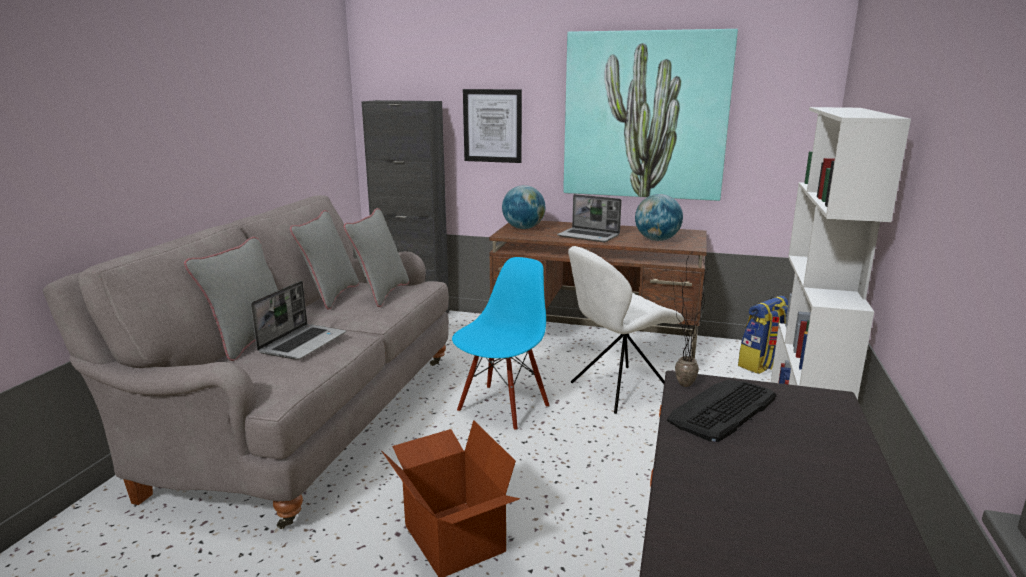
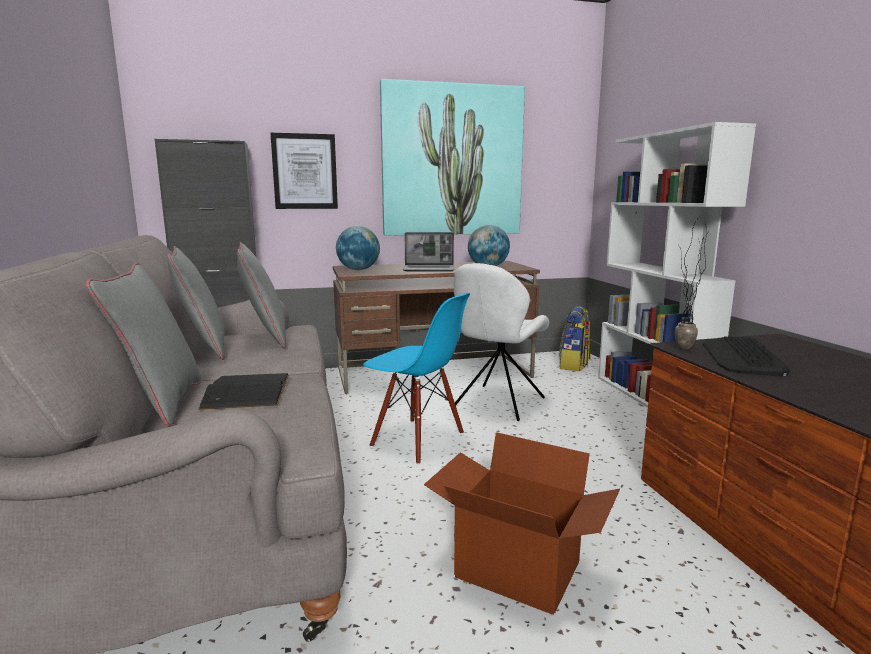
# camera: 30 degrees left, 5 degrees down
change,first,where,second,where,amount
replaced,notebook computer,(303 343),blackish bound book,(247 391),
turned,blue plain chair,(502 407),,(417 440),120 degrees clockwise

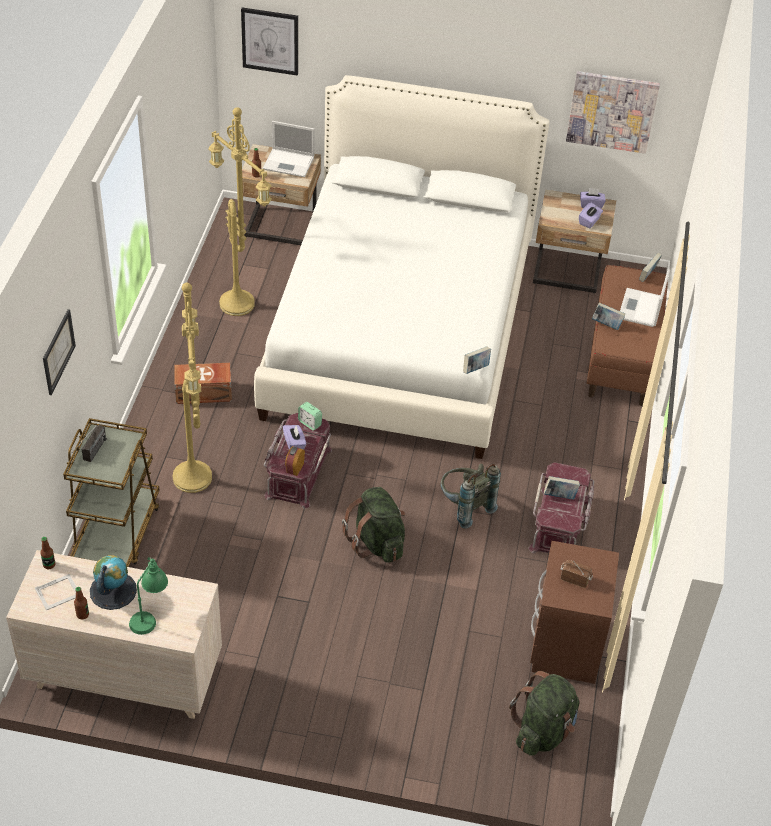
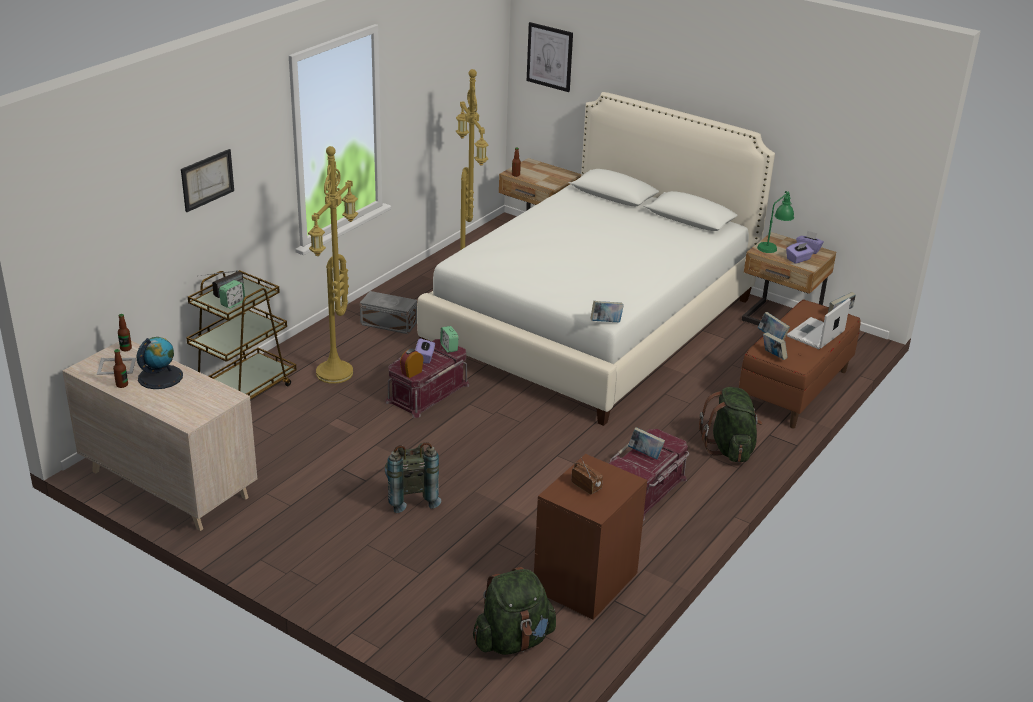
# camera: 25 degrees right, 15 degrees down
change,first,where,second,where,amount
added,,,table clock,(233 303),
recoloured,brownish storage box,(204 393),gray storage box,(389 324),
moved,gray rucksack,(464 507),,(410 497),
moved,green-coloured rucksack,(377 542),,(729 449),
moved,green-coloured lamp for a table,(149 615),,(773 246),
added,,,bound book,(773 356),
removed,notebook computer,(289 163),,,
removed,wall picture,(612 111),,,

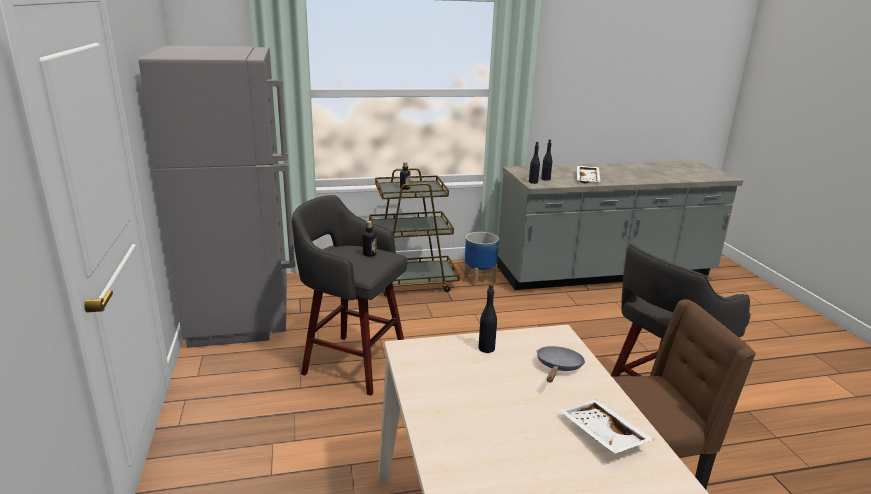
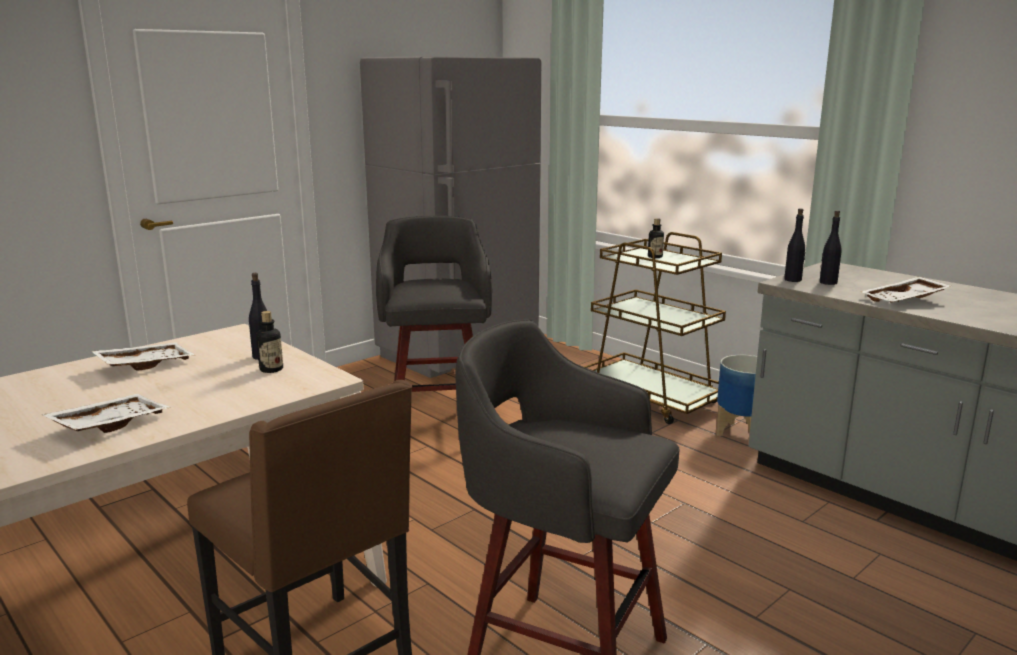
# camera: 60 degrees right, 5 degrees down
change,first,where,second,where,amount
added,,,whitish serving tray,(145 364),
moved,beverage bottle,(369 254),,(271 369),
removed,gray pan,(558 367),,,

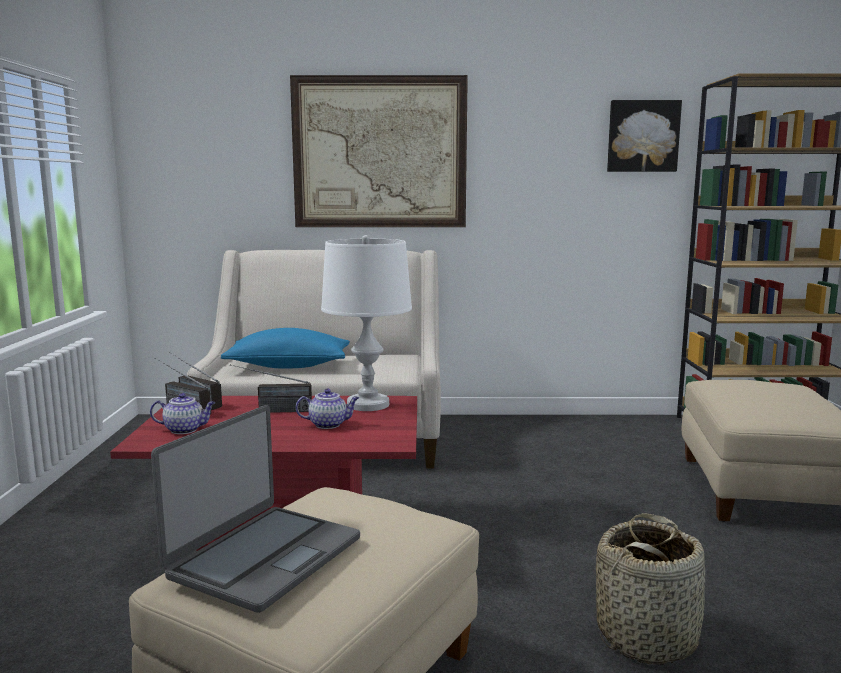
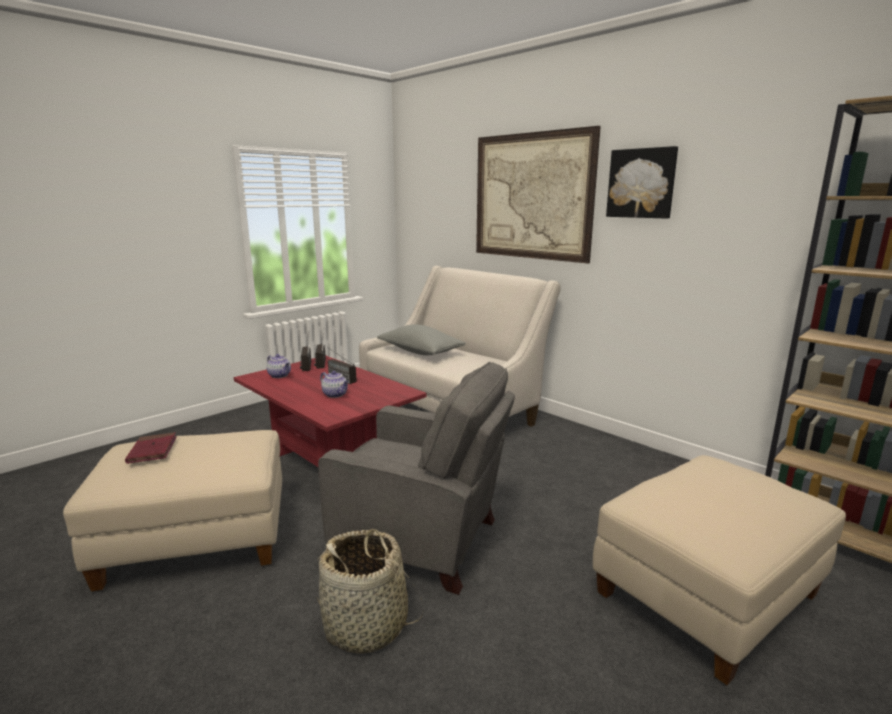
# camera: 45 degrees right, 5 degrees up
change,first,where,second,where,amount
replaced,notebook computer,(264 557),reddish bound book,(152 450),
added,,,gray easy chair,(422 541),
recoloured,blue throw pillow,(288 366),gray throw pillow,(420 352),
moved,wall picture,(642 136),,(641 183),
removed,whitish lamp for a table,(367 404),,,

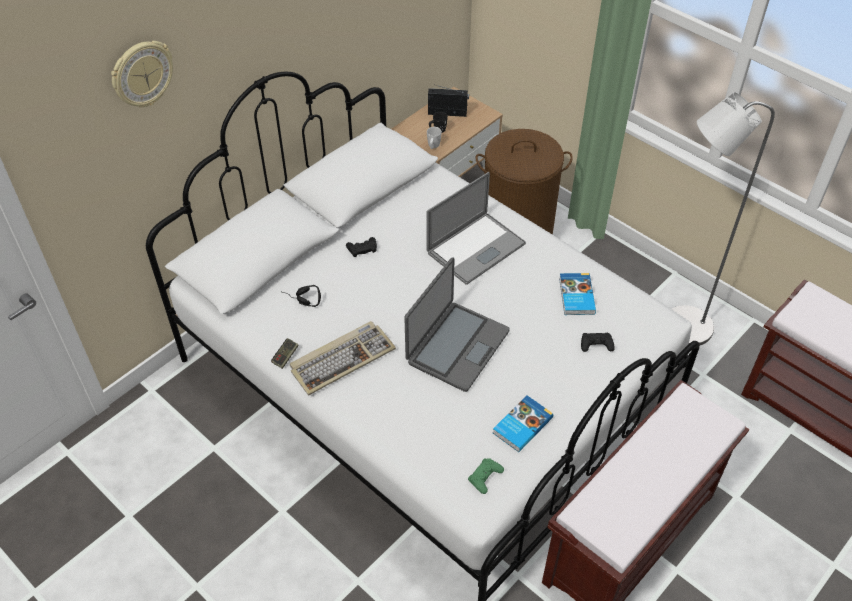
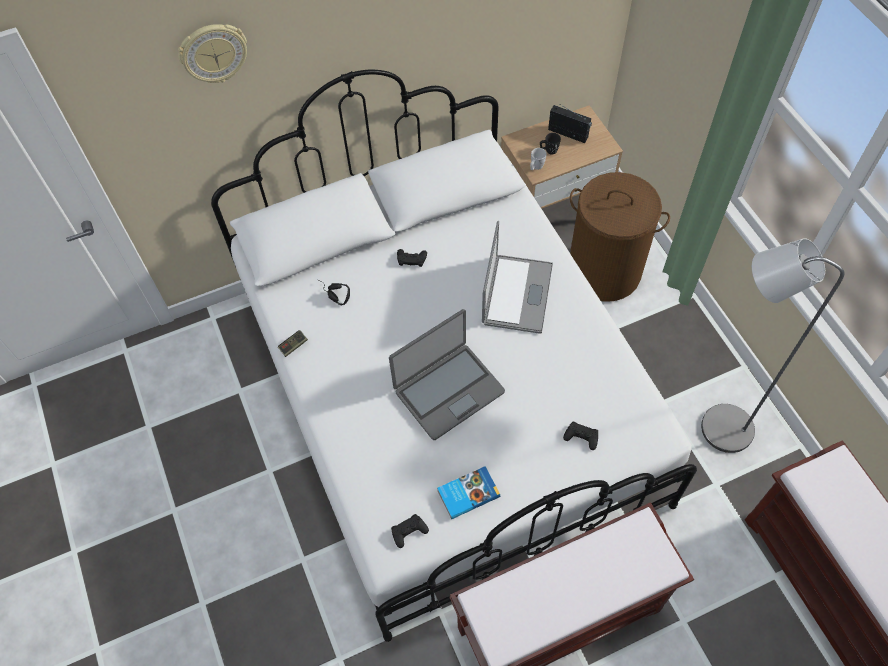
# camera: 25 degrees right, 10 degrees up
change,first,where,second,where,amount
recoloured,green-coloured joypad,(485 477),blackish joypad,(409 531),
turned,notebook computer,(476 248),,(517 294),60 degrees counterclockwise
removed,PC keyboard,(342 359),,,
removed,bound book,(575 296),,,

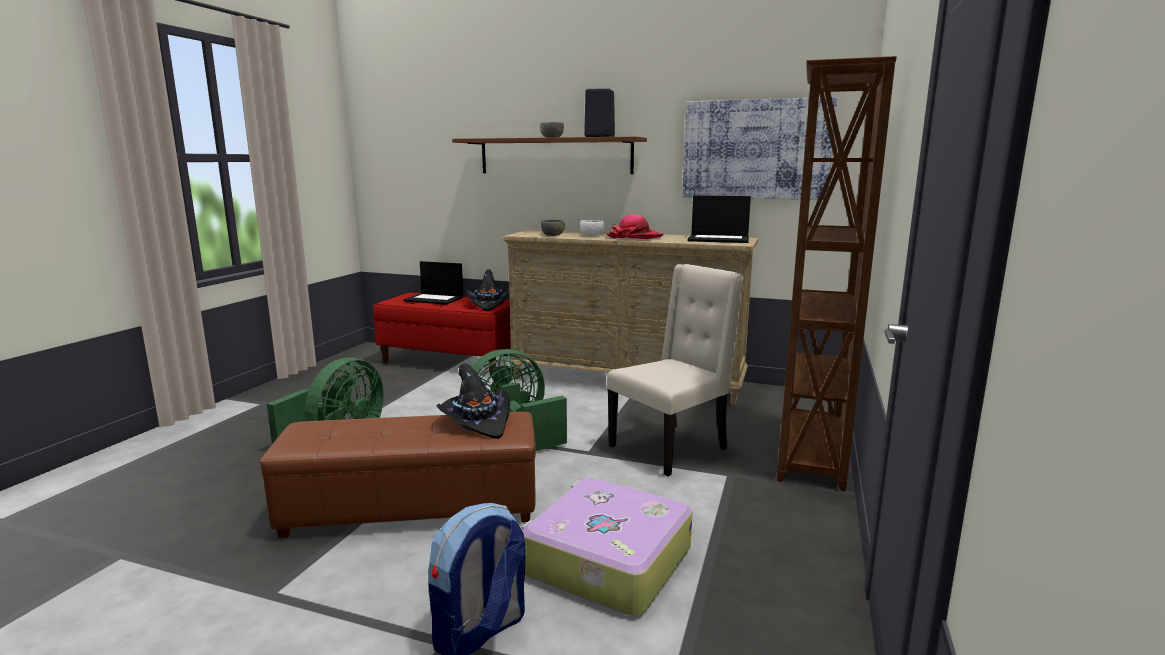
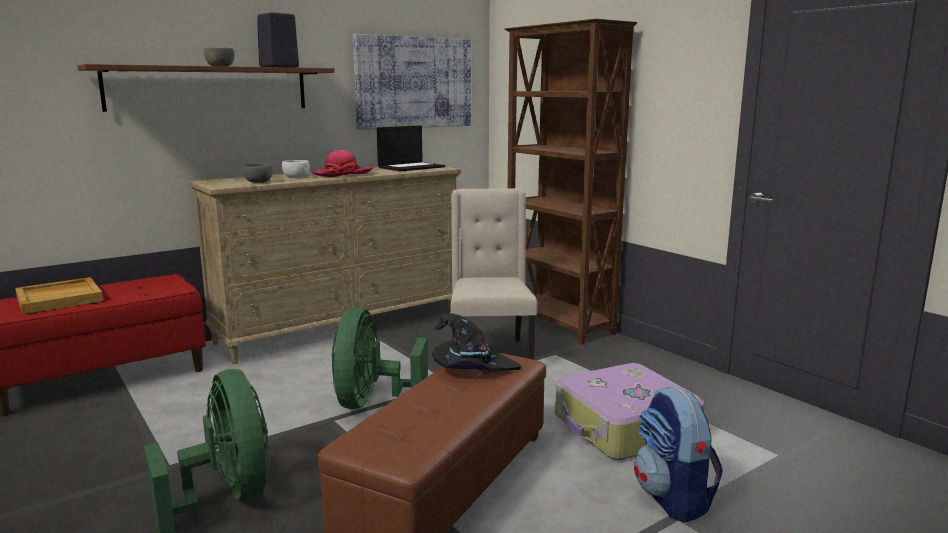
# camera: 55 degrees left, 0 degrees up
change,first,where,second,where,amount
replaced,notebook computer,(435 299),beige-coloured serving tray,(60 298),
removed,blackish clothing hat,(489 304),,,

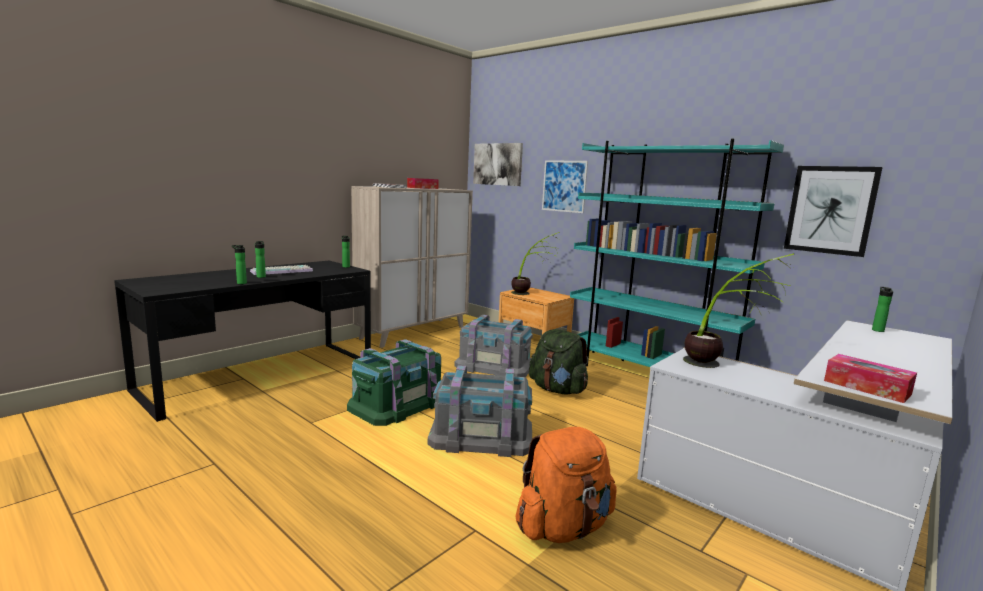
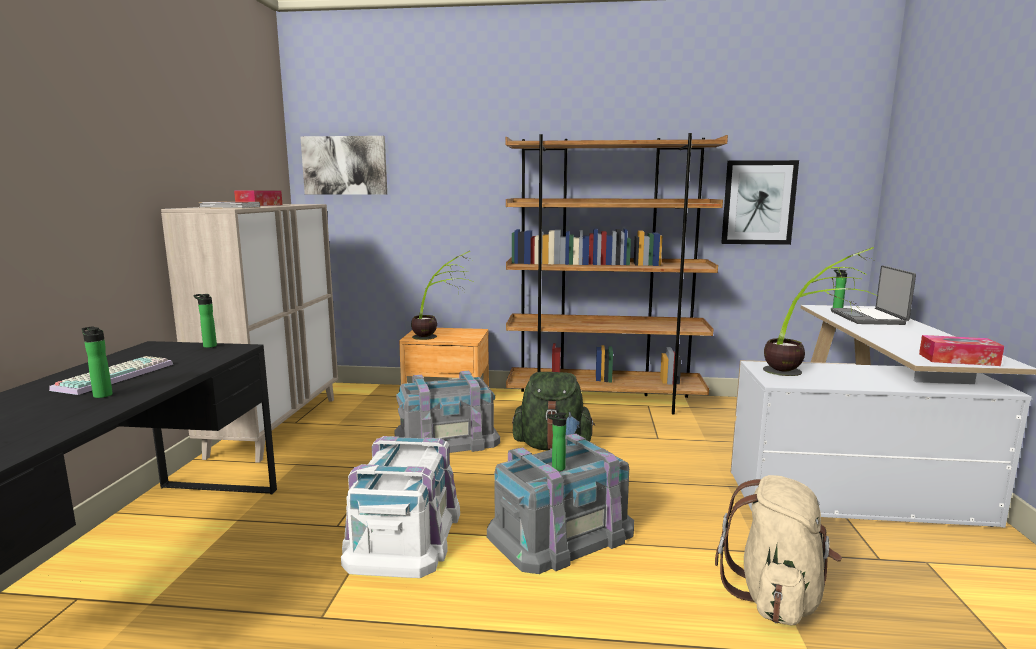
# camera: 35 degrees left, 0 degrees up
change,first,where,second,where,amount
recoloured,green-coloured storage box,(397 403),whitish storage box,(404 534),
recoloured,turquoise shelving unit,(647 375),brownish shelving unit,(604 402),
moved,beverage bottle,(240 283),,(556 468),
recoloured,orange rucksack,(563 527),beige-coloured rucksack,(776 596),
added,,,notebook computer,(869 318),
removed,wall picture,(564 186),,,

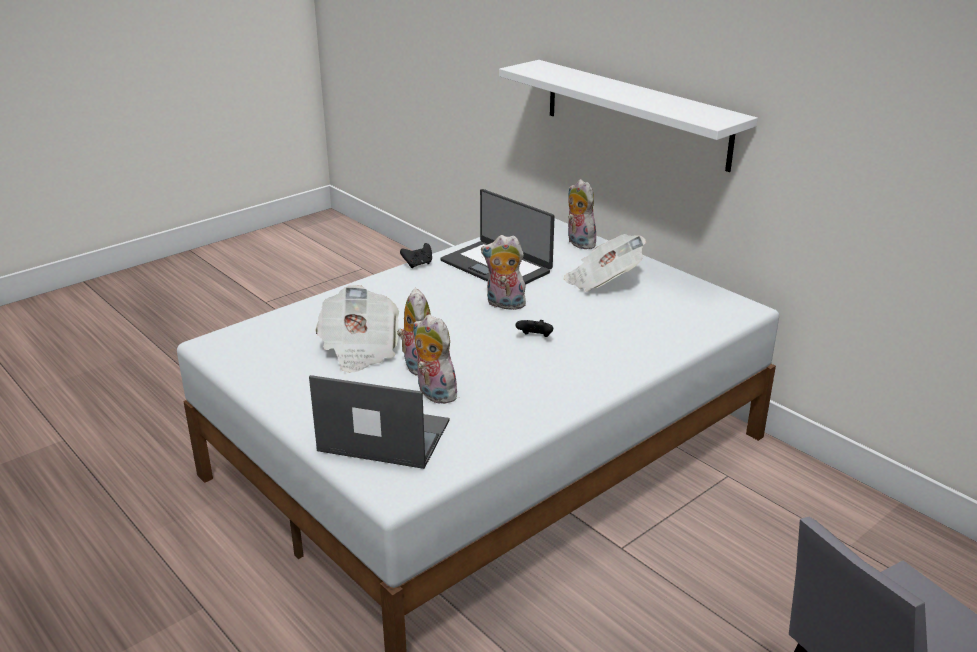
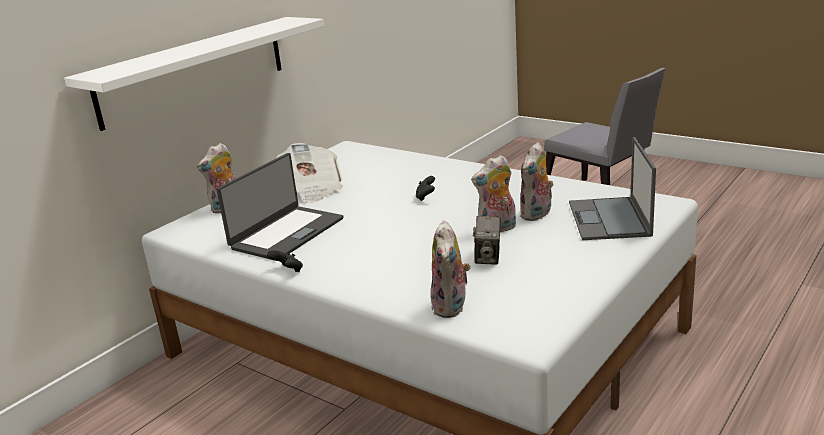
# camera: 100 degrees left, 5 degrees down
change,first,where,second,where,amount
moved,cuddly toy,(504 305),,(452 307),
replaced,daily paper,(359 349),still camera,(488 258),

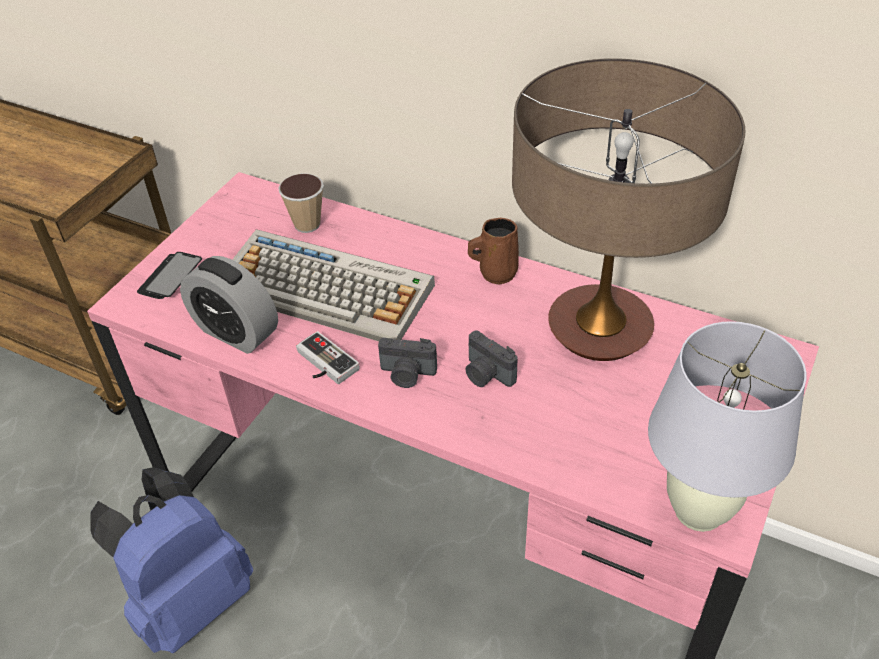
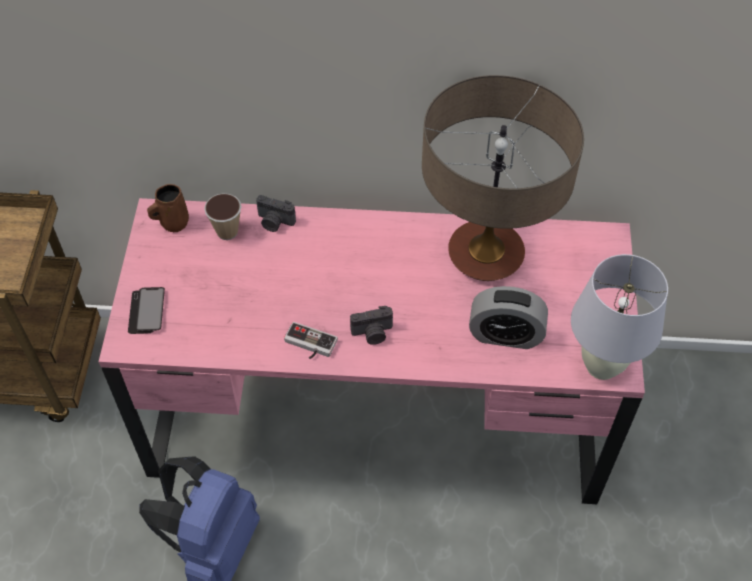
# camera: 25 degrees left, 10 degrees up
change,first,where,second,where,amount
moved,brownish tea mug,(495 273),,(173 223),
moved,still camera,(486 375),,(274 222),
moved,table clock,(236 332),,(505 335),
removed,PC keyboard,(326 289),,,

